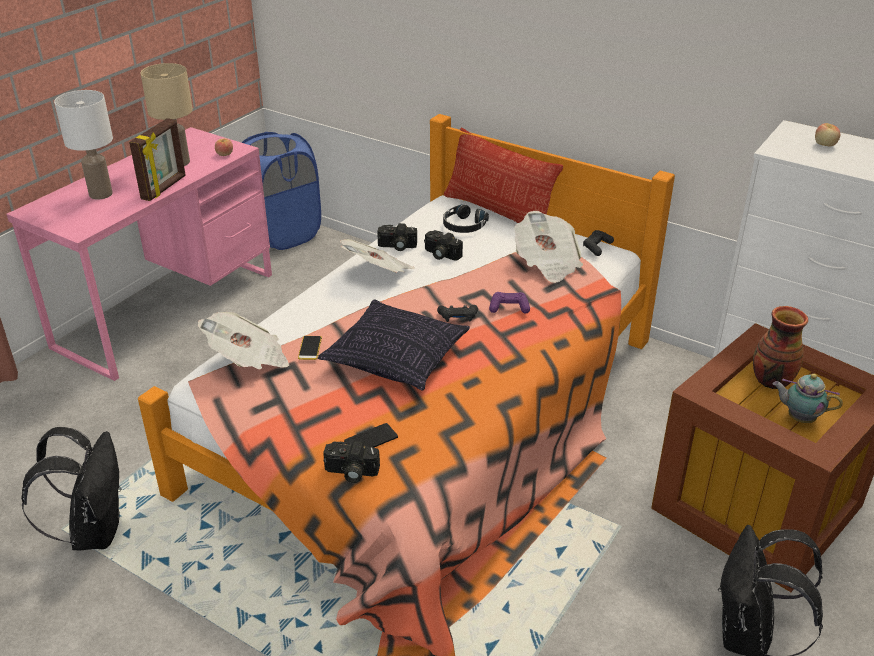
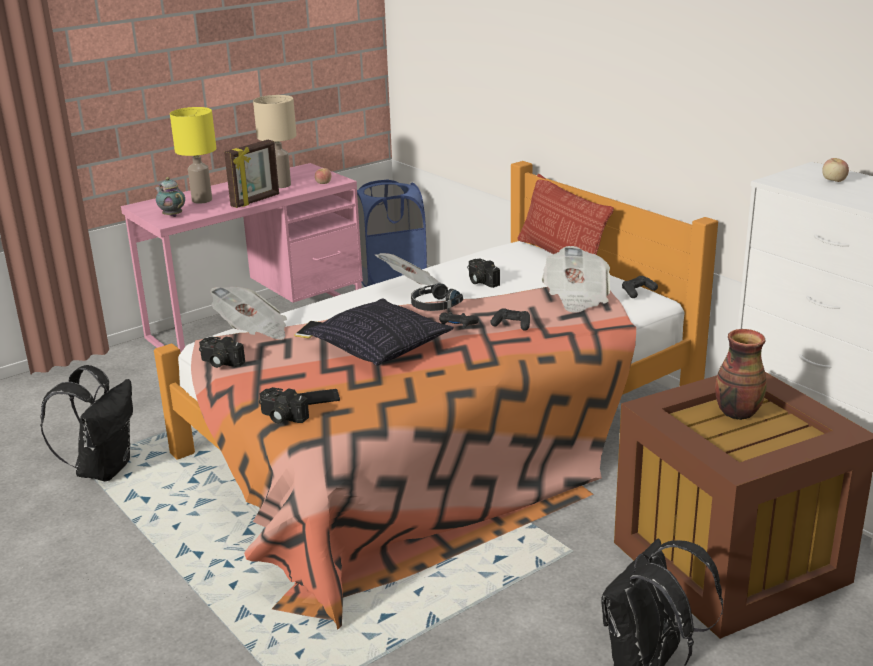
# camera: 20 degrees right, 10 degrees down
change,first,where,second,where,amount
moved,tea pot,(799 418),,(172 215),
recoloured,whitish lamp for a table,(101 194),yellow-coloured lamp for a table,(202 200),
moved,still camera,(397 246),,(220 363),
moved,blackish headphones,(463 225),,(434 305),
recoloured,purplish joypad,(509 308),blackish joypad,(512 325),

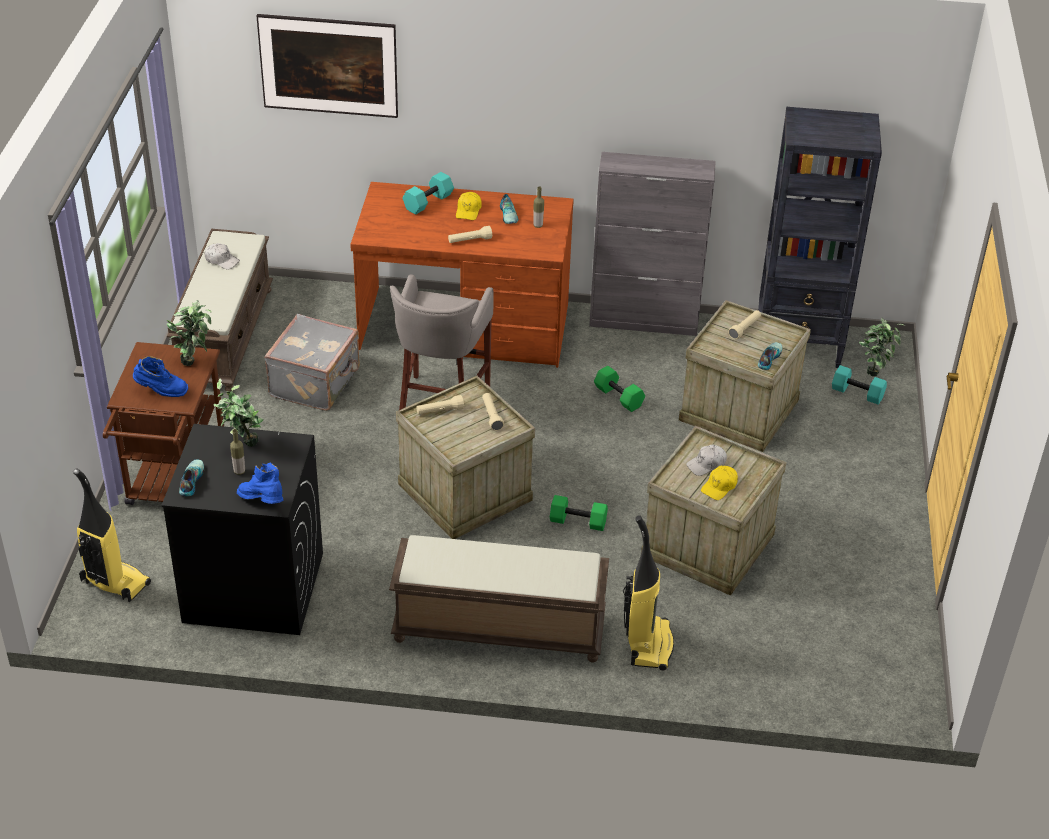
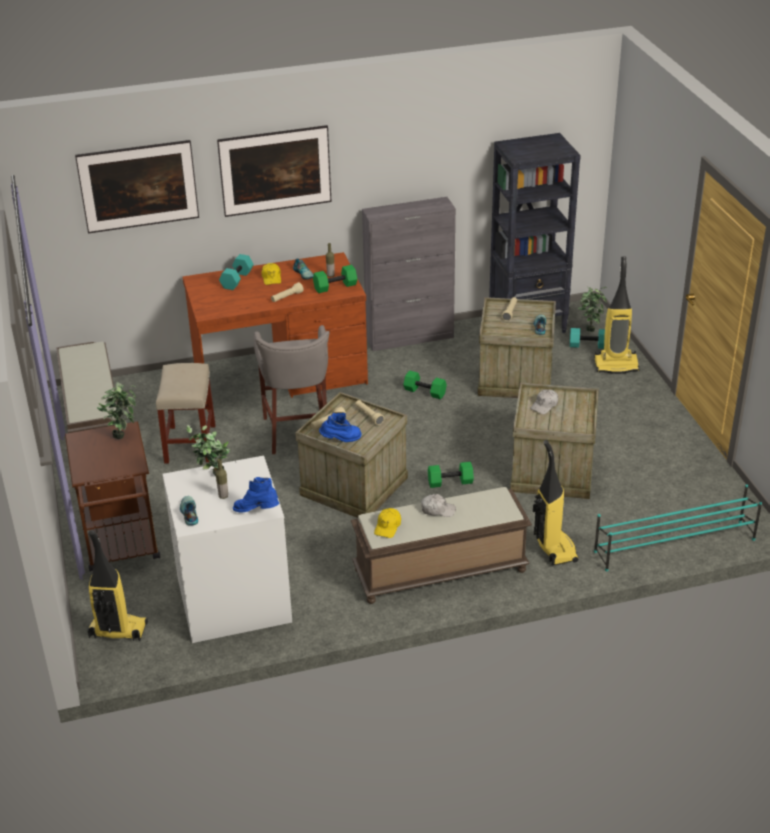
# camera: 20 degrees left, 5 degrees down
change,first,where,second,where,amount
replaced,gray piece of luggage,(316 383),beige-coloured stool seat,(190 443),
recoloured,blackish laundry appliance,(252 588),whitish laundry appliance,(233 600),
added,,,wall picture,(276 189),
added,,,green-coloured hand weight,(335 286),
moved,blue high-top boot,(161 392),,(341 440),
moved,yellow-coloured peaked cap,(719 487),,(388 527),
moved,whitish peaked cap,(222 260),,(438 510),
added,,,vacuum,(616 365),
added,,,turquoise shoe rack,(673 545),

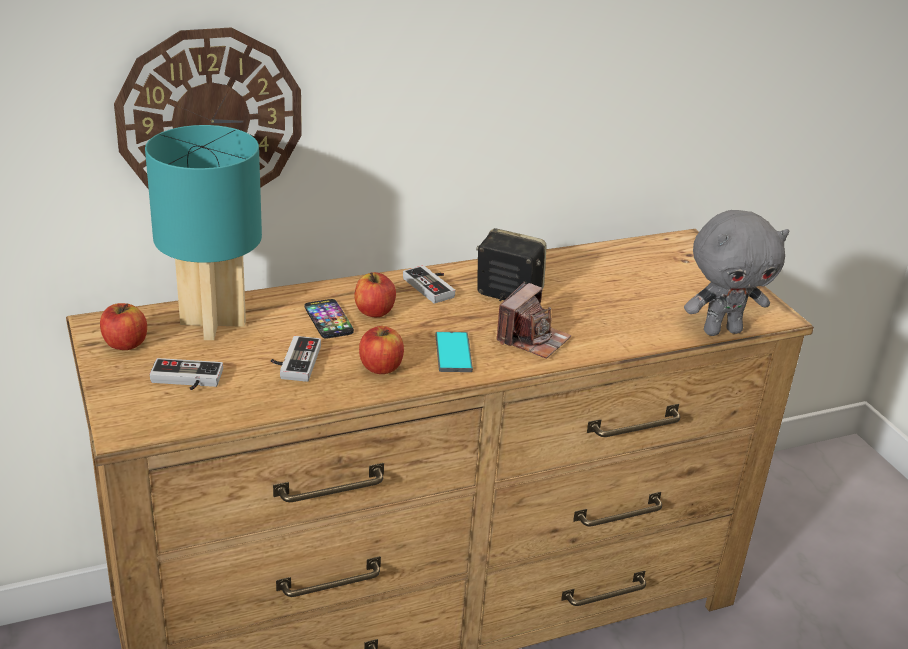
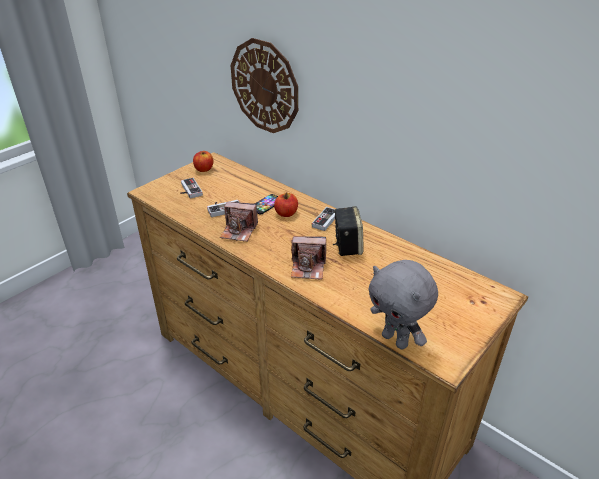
# camera: 65 degrees right, 5 degrees up
change,first,where,second,where,amount
replaced,apple fruit,(381 367),still camera,(239 231),
removed,turquoise lamp for a table,(214 322),,,
removed,telephone,(453 353),,,

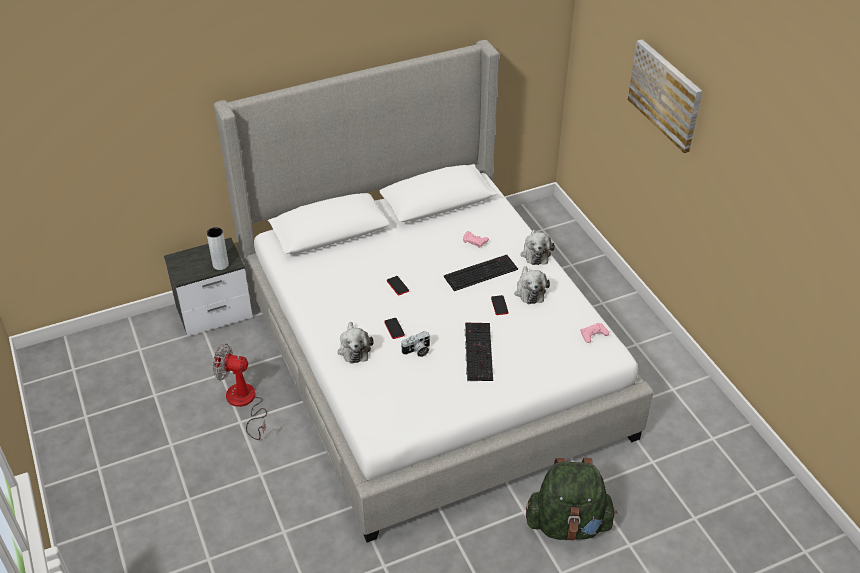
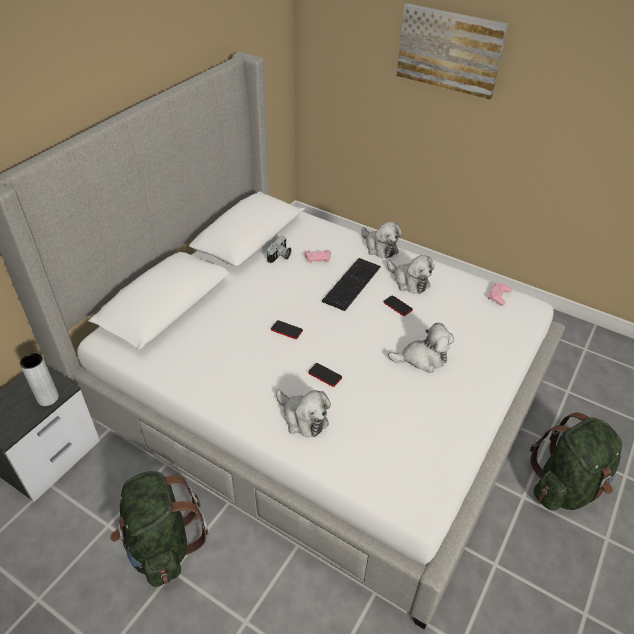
# camera: 35 degrees left, 0 degrees up
change,first,where,second,where,amount
replaced,cooling fan,(244 403),green-coloured rucksack,(162 545),
moved,still camera,(417 351),,(280 257),
replaced,PC keyboard,(477 351),cuddly toy,(422 358),

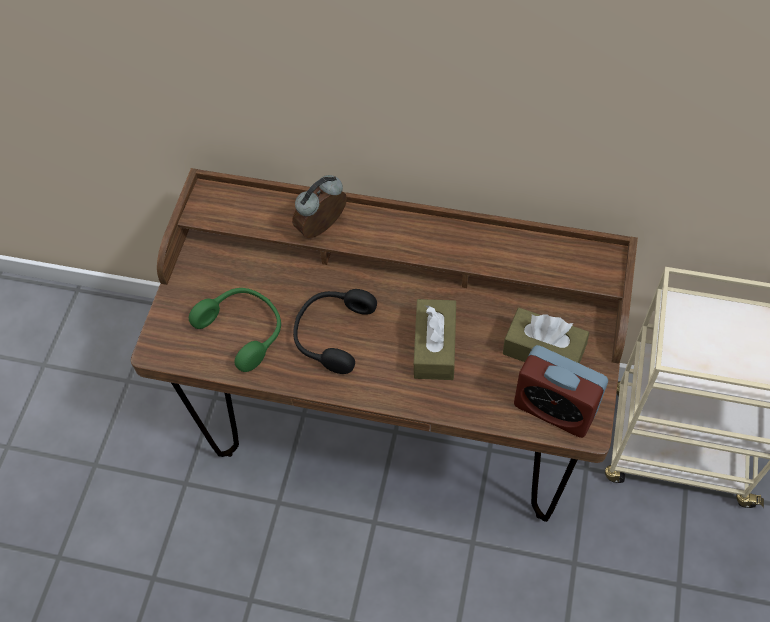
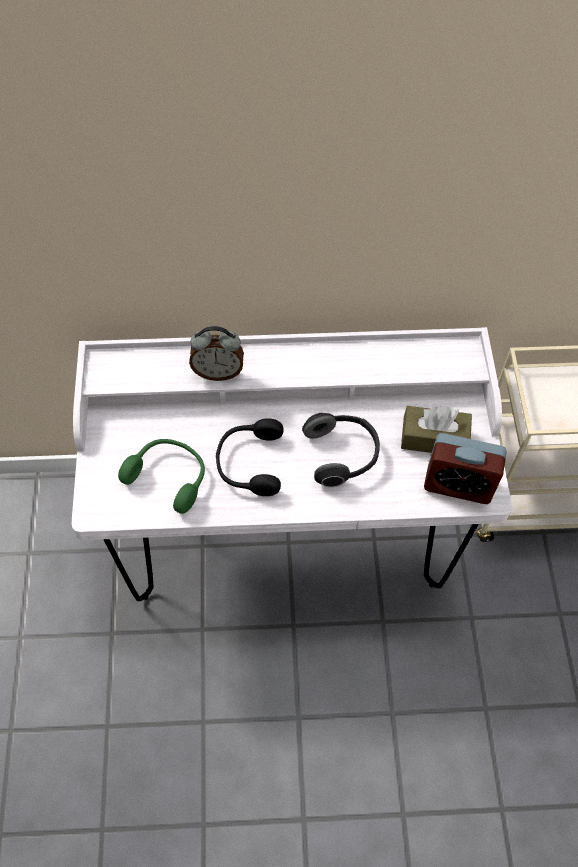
# camera: 20 degrees left, 0 degrees up
change,first,where,second,where,amount
recoloured,brownish desk unit,(394 427),whitish desk unit,(286 538),
turned,table clock,(323 228),,(218 372),120 degrees counterclockwise
replaced,brownish tissue box,(435 347),headphones,(342 455),

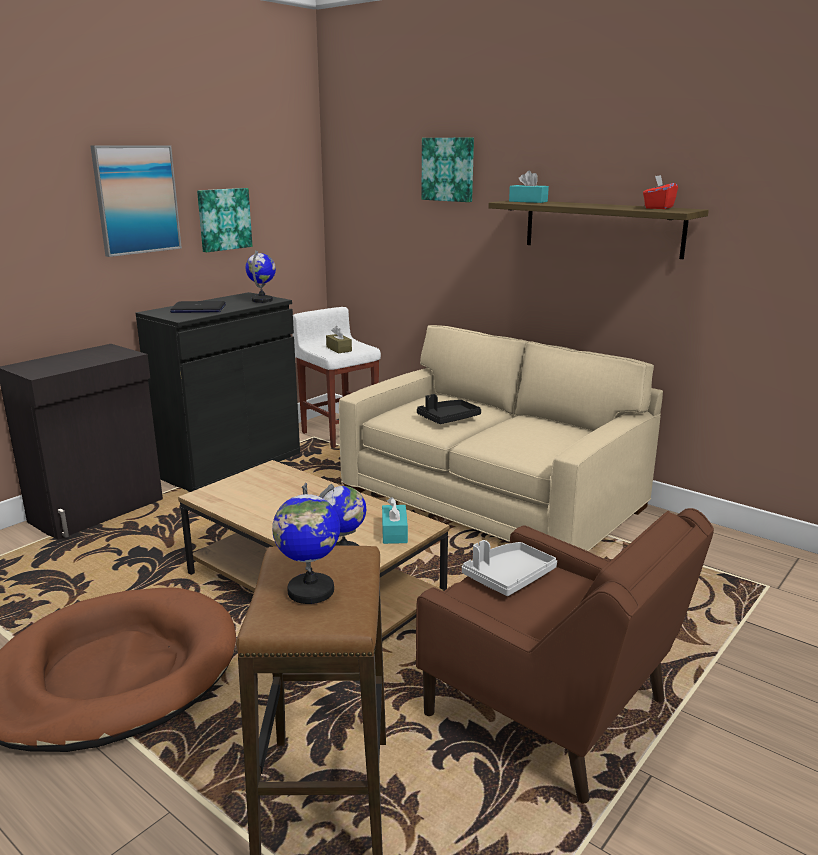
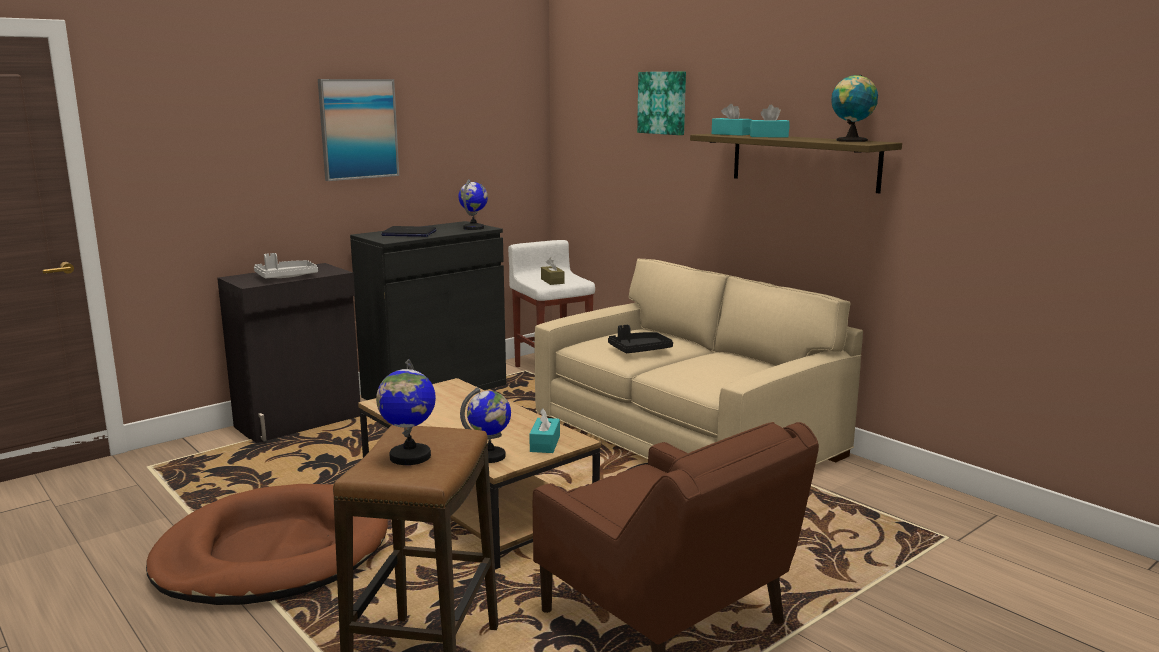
# camera: 10 degrees right, 5 degrees down
change,first,where,second,where,amount
moved,gray serving tray,(508 577),,(286 277),
added,,,turquoise tissue box,(769 136),
replaced,reddish tissue box,(658 208),world globe,(851 141),
removed,wall picture,(223 219),,,

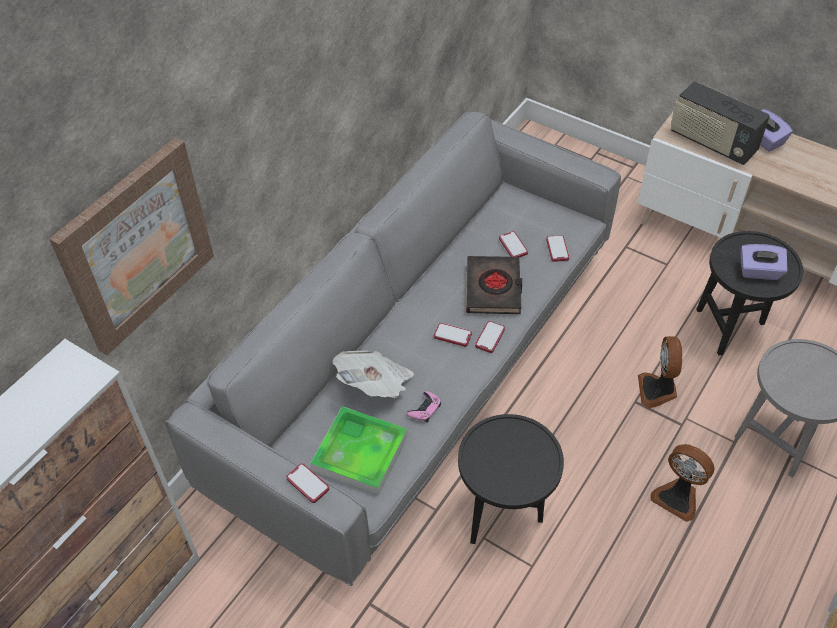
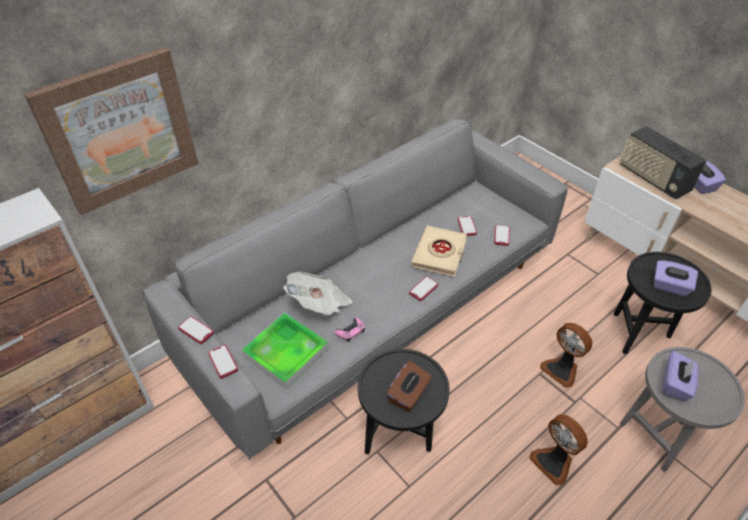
# camera: 15 degrees right, 5 degrees down
change,first,where,second,where,amount
moved,telephone,(452 335),,(196 330),
added,,,brownish tissue box,(408 395),
recoloured,blackish bound book,(493 289),beige-coloured bound book,(439 254),
turned,cooling fan,(657 390),,(562 369),60 degrees counterclockwise
added,,,purplish tissue box,(675 384),

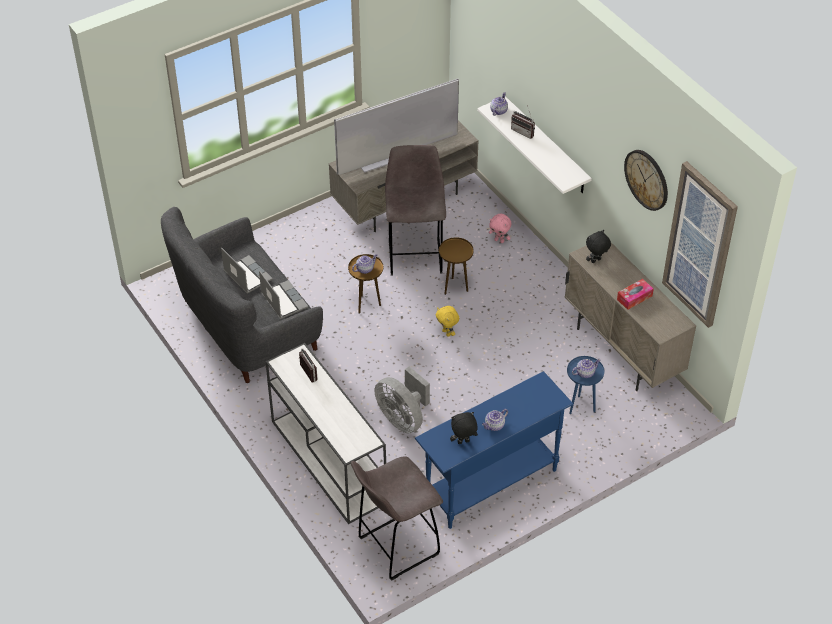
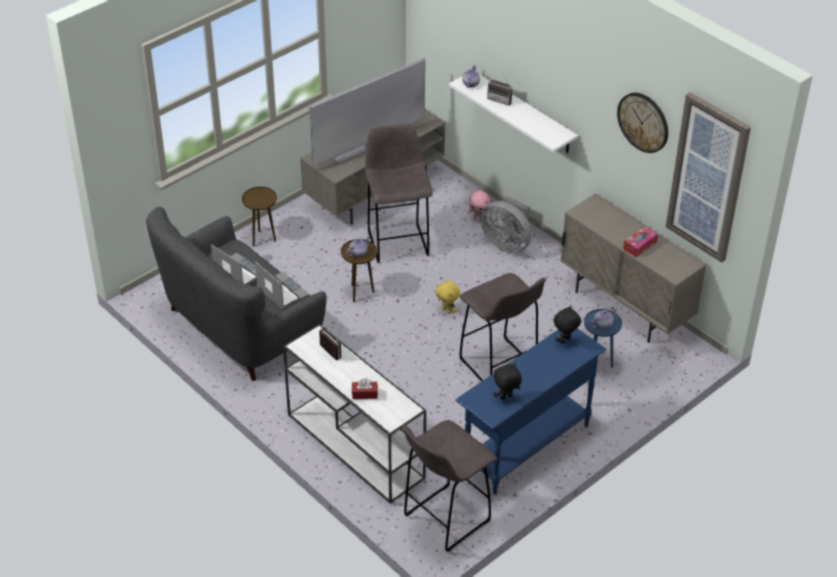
# camera: 10 degrees left, 5 degrees down
change,first,where,second,where,amount
moved,brownish end table,(455 287),,(262 239),
added,,,reddish tissue box,(364 394),
added,,,gray stool seat,(499 366),
moved,gray cooling fan,(403 418),,(507 244),
moved,blackish cuddly toy,(596 261),,(565 341),
removed,tea pot,(494 426),,,

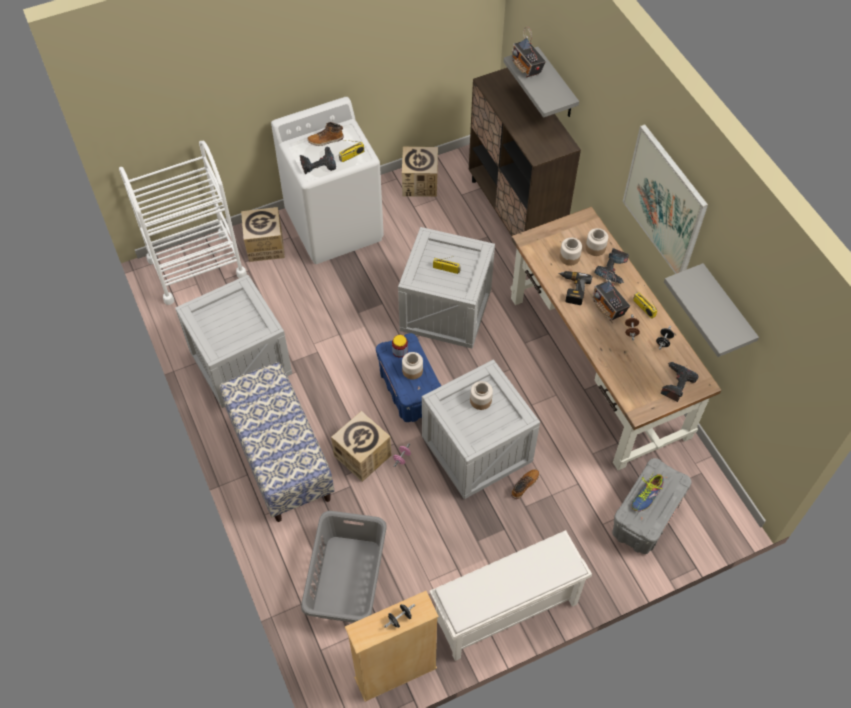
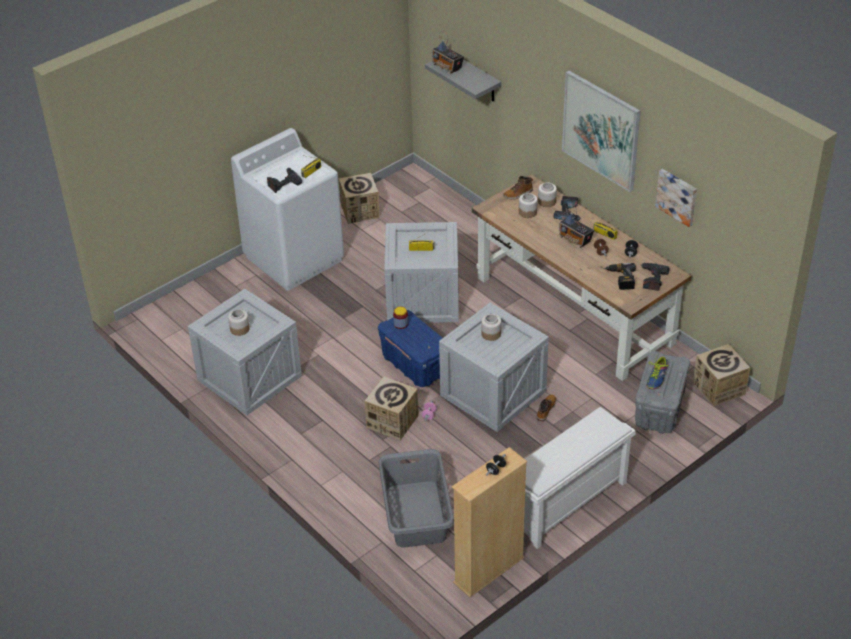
# camera: 15 degrees left, 15 degrees down
change,first,where,second,where,amount
moved,preserve jar,(412 370),,(239 329),
moved,high-top boot,(325 140),,(518 194),
moved,power drill,(572 289),,(620 279),
replaced,gray wall shelf,(726 309),wall picture,(677 196),
moved,cardboard box,(265 246),,(719 388),
removed,whitish trolley,(197 267),,,
removed,bench,(280 457),,,
removed,brownish cabinet,(515 213),,,

